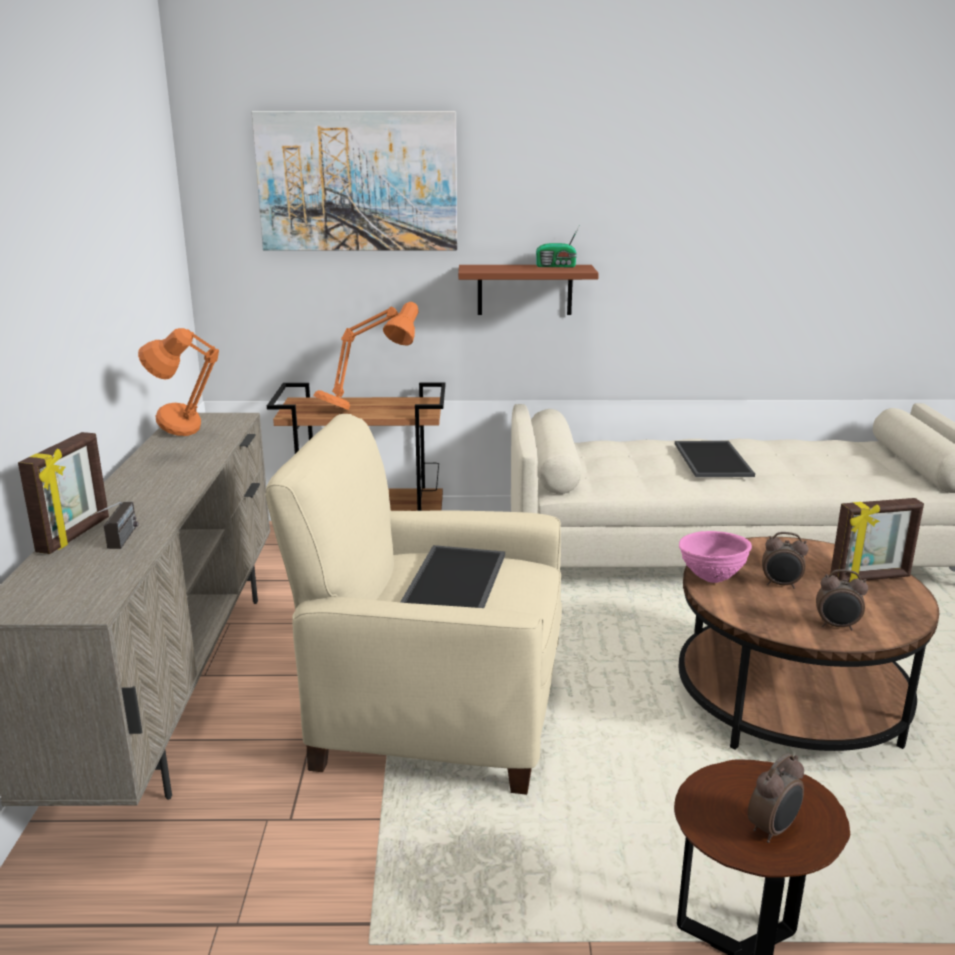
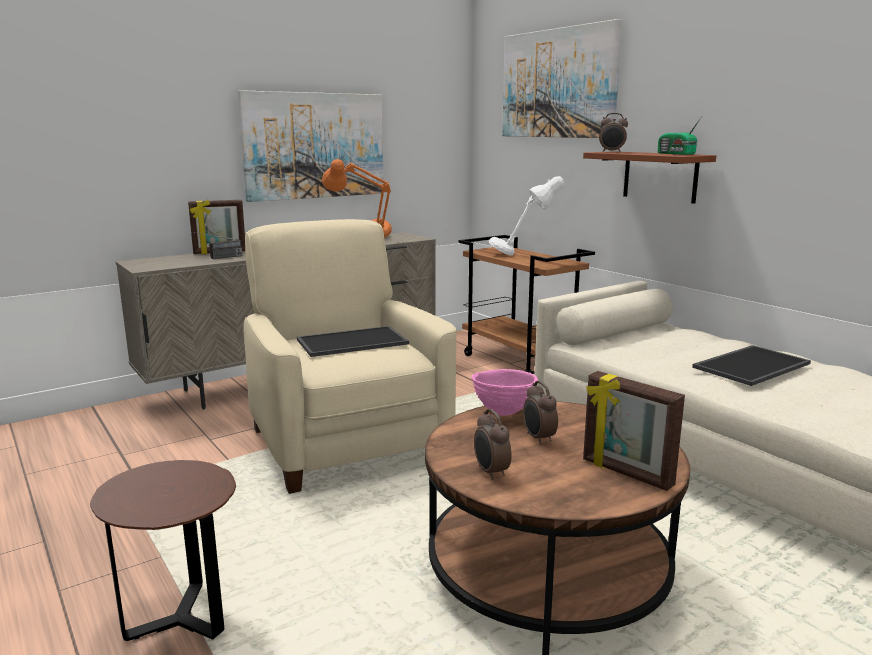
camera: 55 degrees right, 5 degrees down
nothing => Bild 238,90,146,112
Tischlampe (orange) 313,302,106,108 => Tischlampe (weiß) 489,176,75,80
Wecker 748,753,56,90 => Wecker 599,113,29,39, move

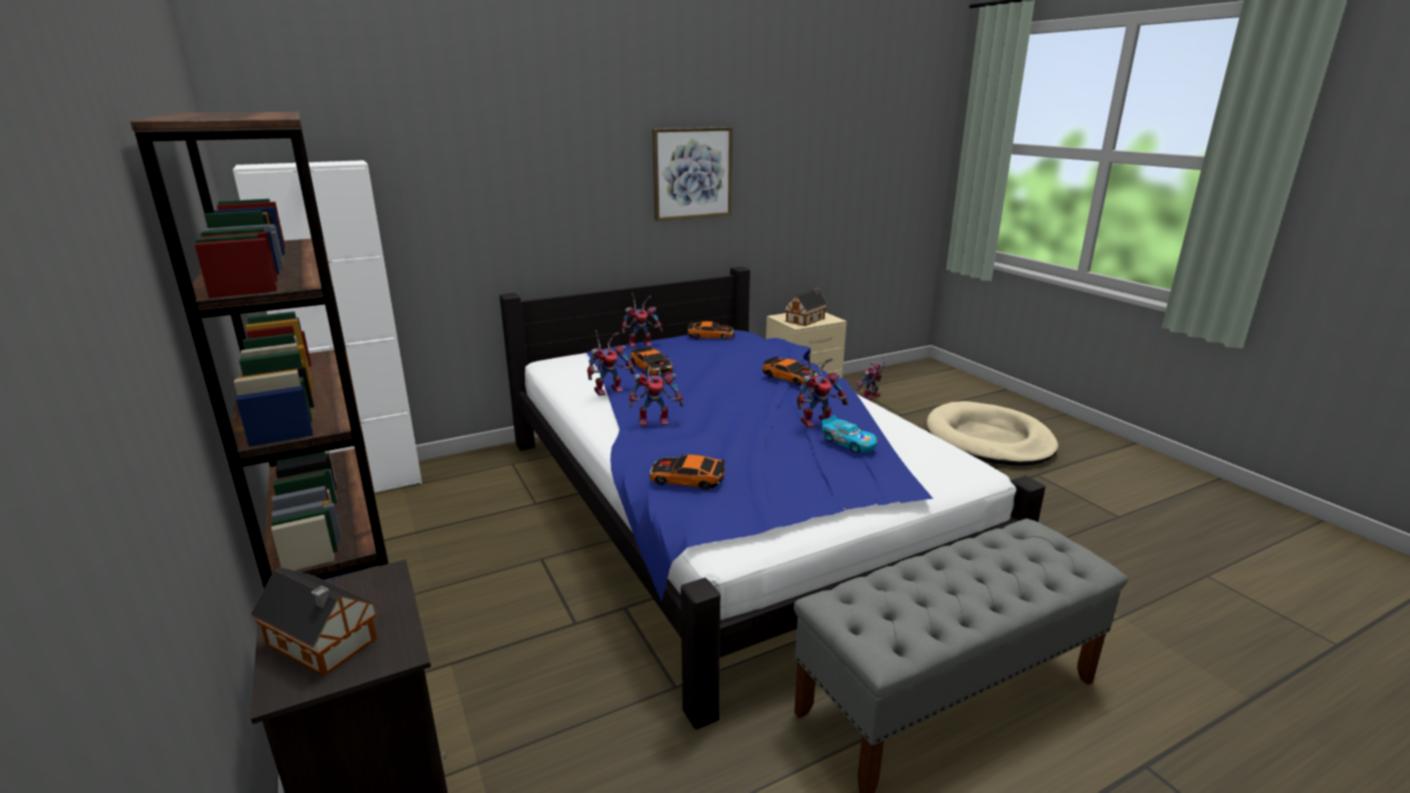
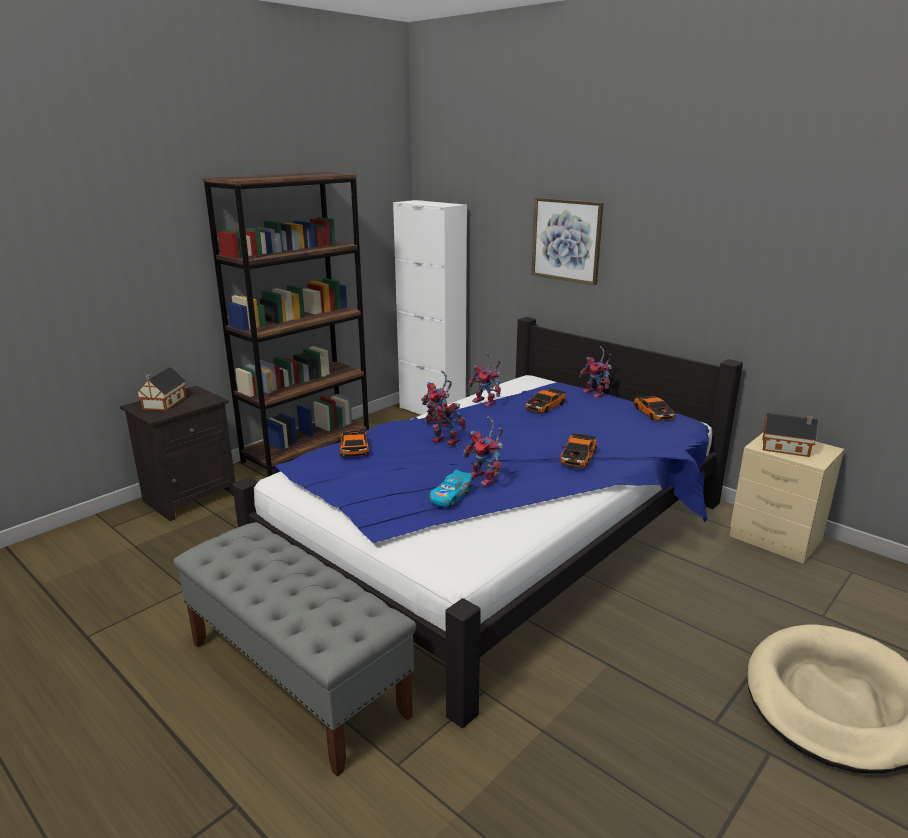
camera: 70 degrees right, 0 degrees up
Spielzeugroboter 855,357,30,44 => Spielzeugroboter 426,392,40,54, move
Bild 652,127,81,94 => Bild 531,198,73,87, move

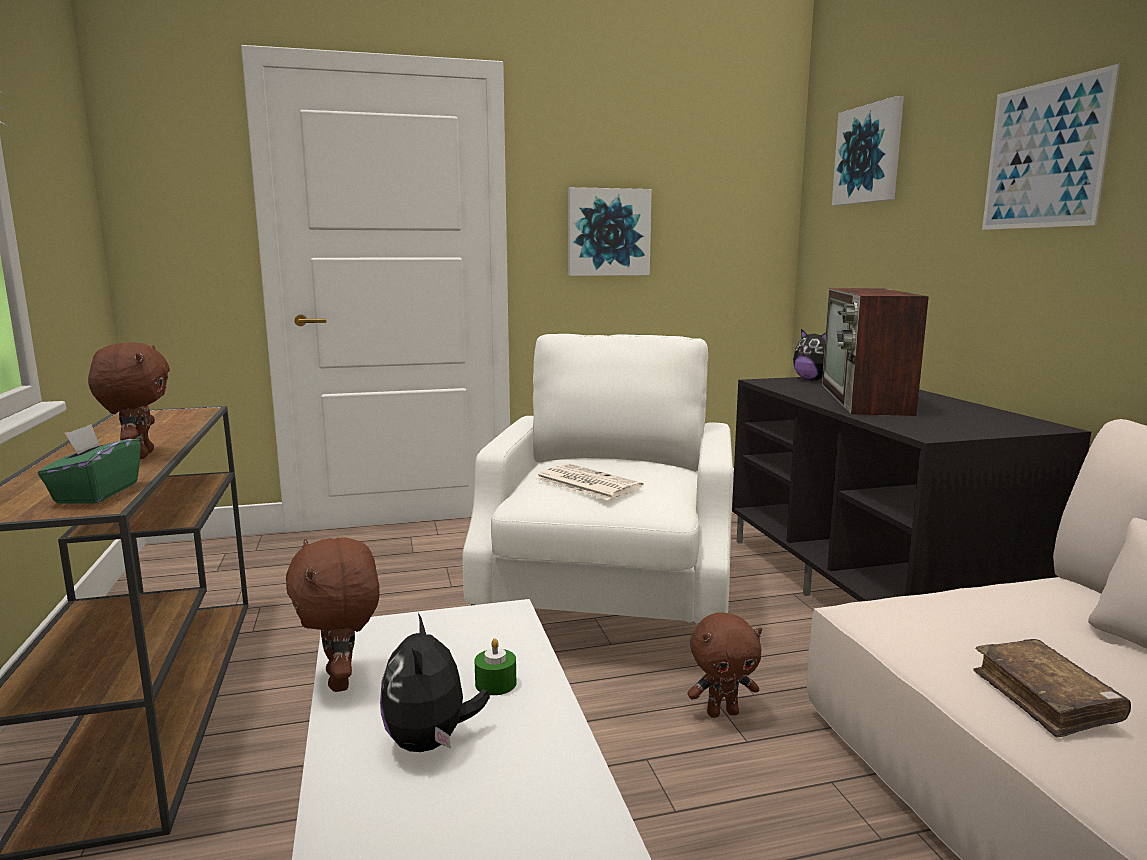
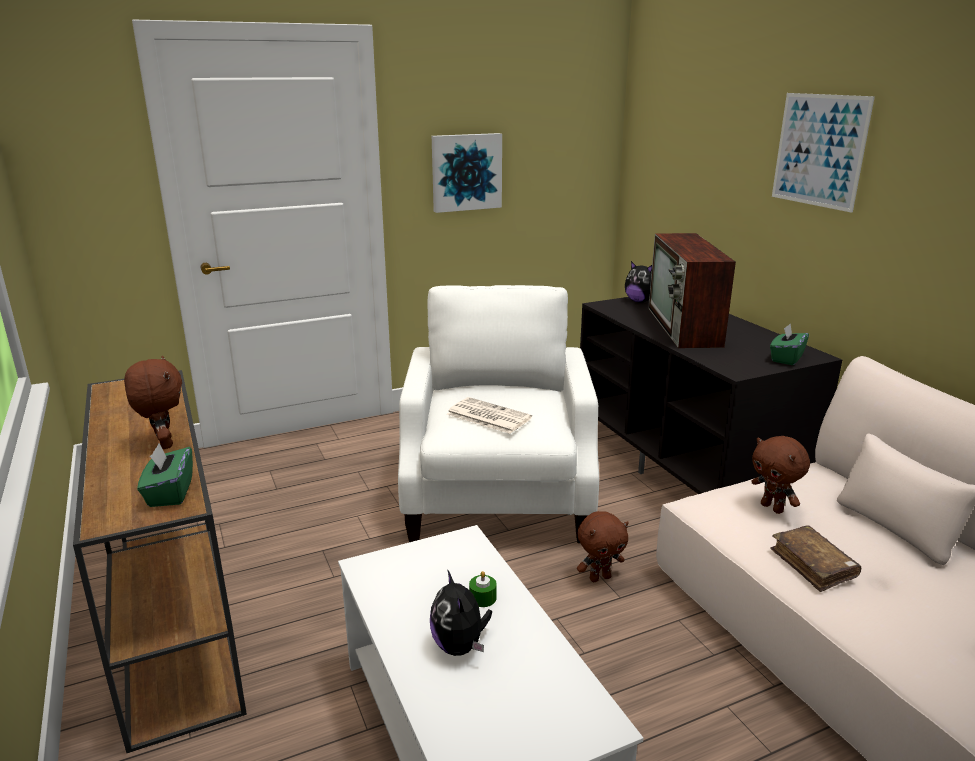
camera: 10 degrees left, 10 degrees up
Plüschtier (braun) 286,538,94,154 => Plüschtier (braun) 751,436,59,78, move
nothing => Taschentuchbox (grün) 770,324,39,41
Bild 832,96,72,110 => nothing

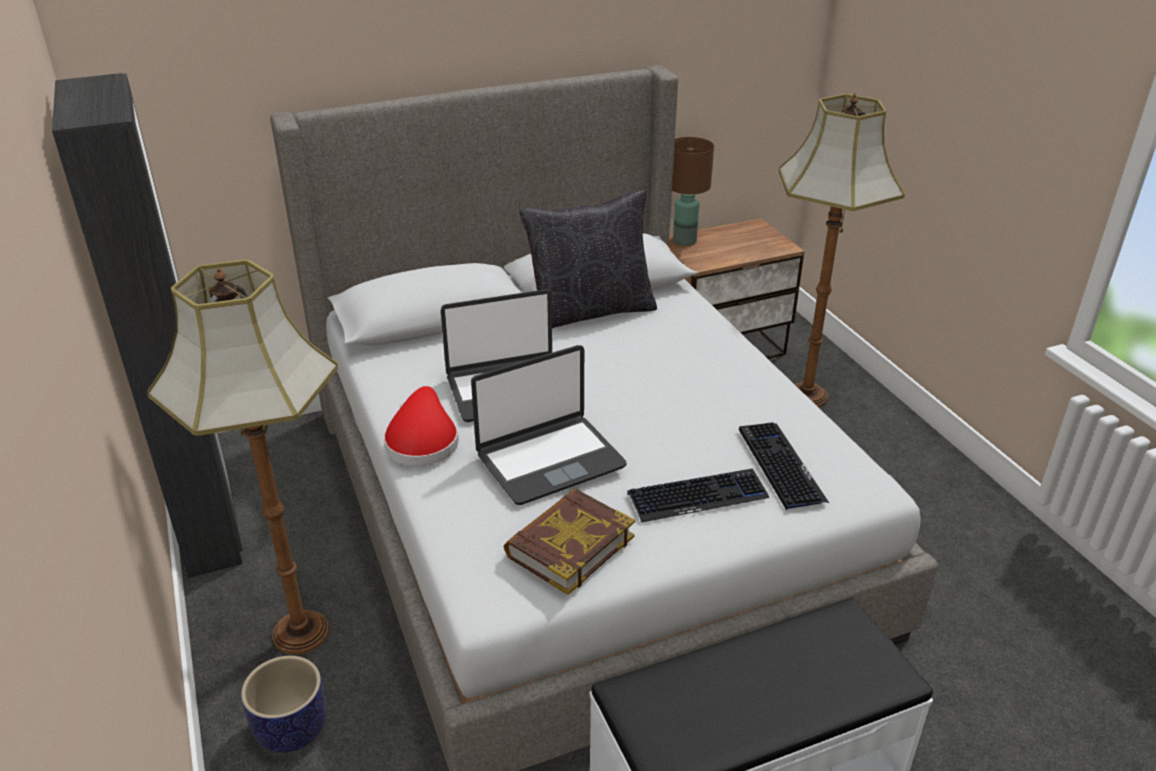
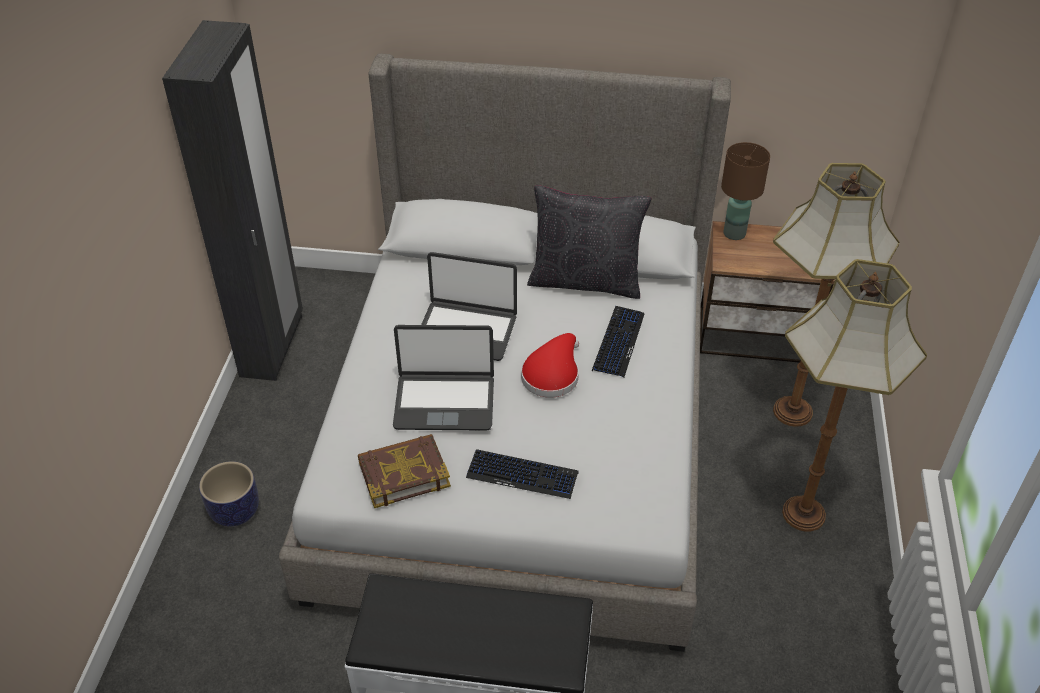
camera: 30 degrees right, 10 degrees up
Hut (rot) 383,386,75,80 => Hut (rot) 521,333,58,65, move
Tastatur 739,422,90,88 => Tastatur 592,306,53,71, move
Stehlampe 147,260,191,395 => Stehlampe 782,259,145,272, move

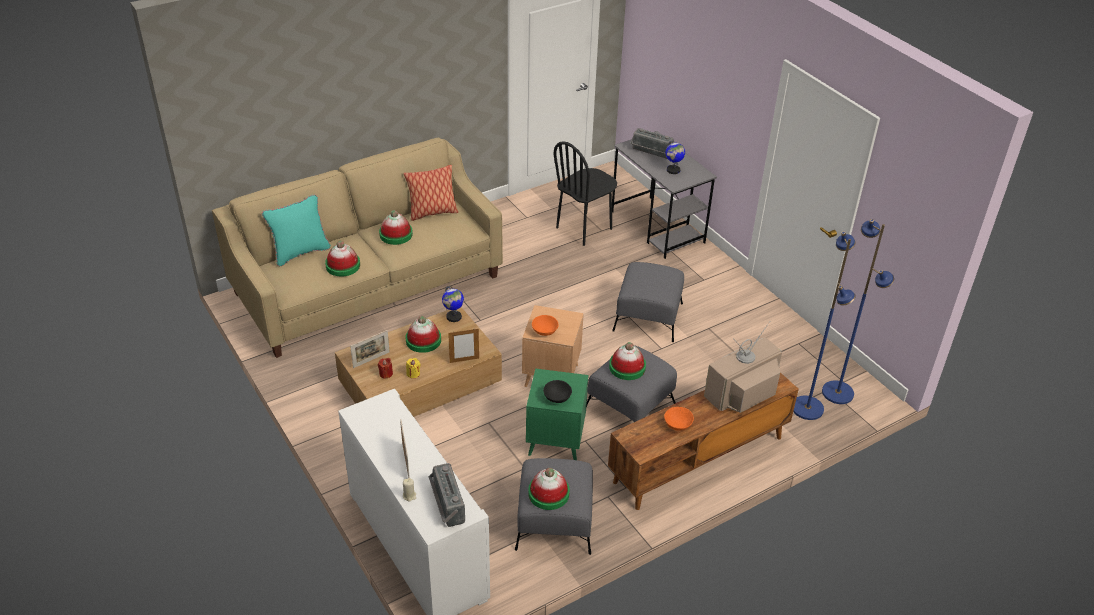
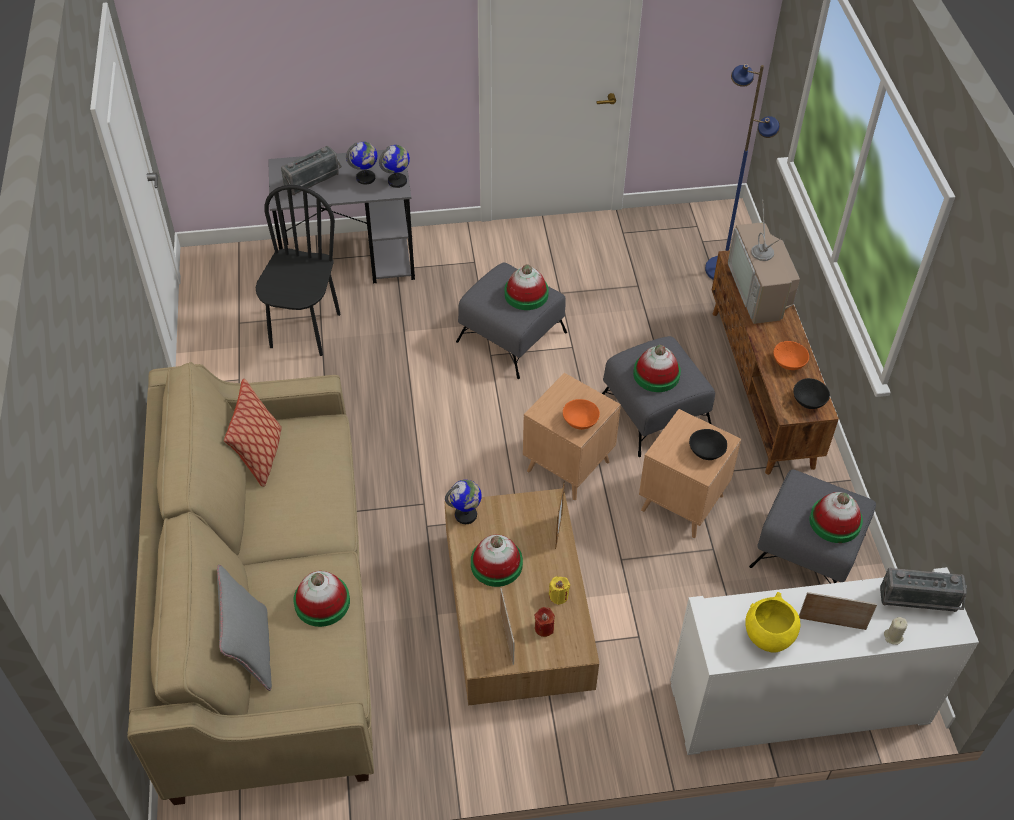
camera: 65 degrees left, 10 degrees up
Kissen (türkis) 262,195,69,71 => Kissen (grau) 217,565,55,126
Stuhl (schwarz) 554,141,63,105 => Stuhl (schwarz) 256,185,85,171, 150 degrees counterclockwise
nothing => Globus 379,145,31,43
Hut 379,210,34,35 => Hut 504,264,45,46, move
Beistelltisch (grün) 526,368,63,92 => Beistelltisch (braun) 639,409,102,129
nothing => Schüssel (gelb) 745,592,55,61
nothing => Schüssel (schwarz) 793,378,37,31
Stehlampe (blau) 822,219,72,185 => nothing

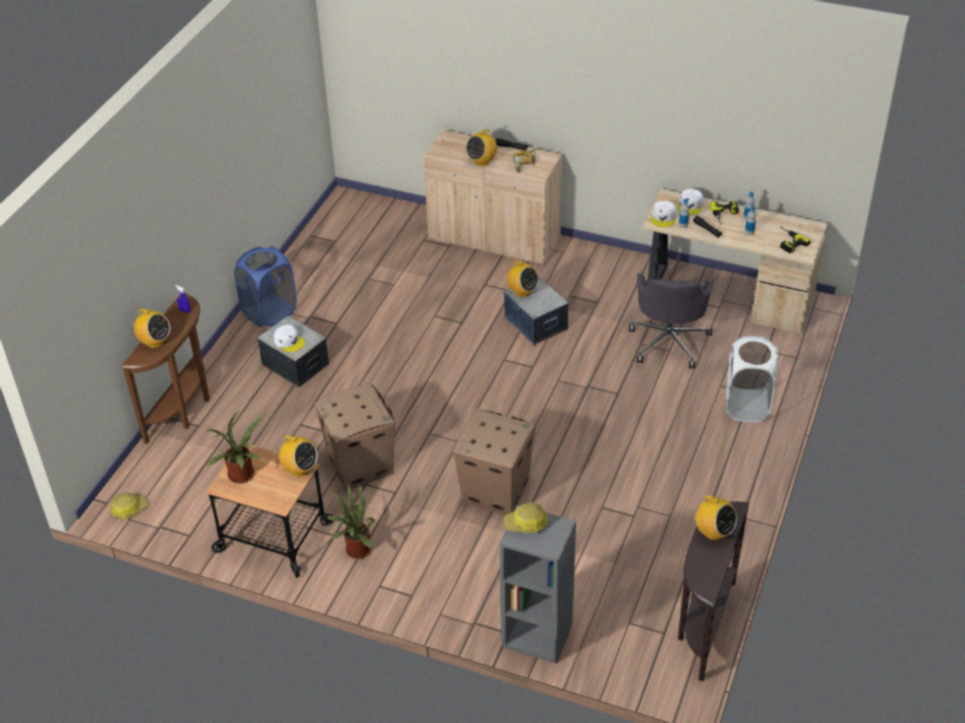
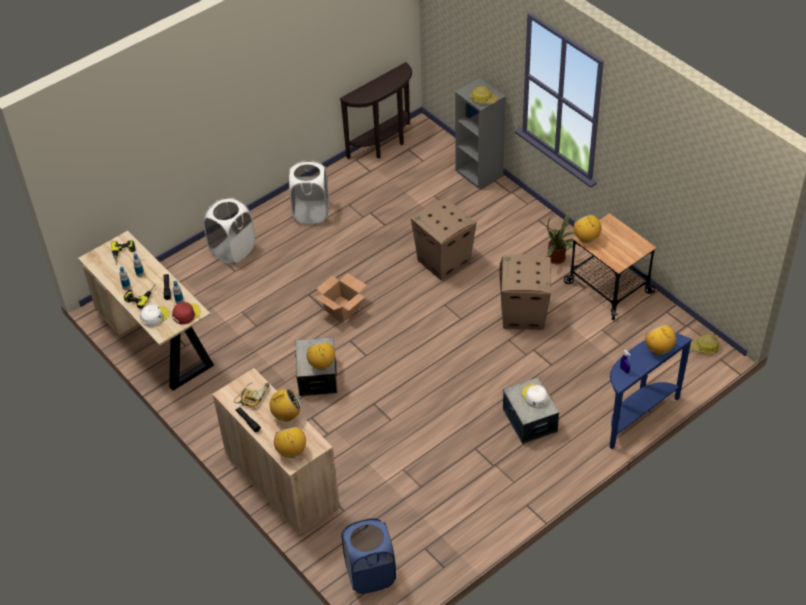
camera: 150 degrees left, 5 degrees up
Kappe (weiß) 651,201,26,26 => Kappe (rot) 172,302,29,23
Radio 694,496,43,44 => Radio 274,427,32,31, move
nothing => Wäschekorb (weiß) 289,160,40,64
nothing => Karton 314,273,53,49
Wäschekorb (blau) 234,247,63,80 => Wäschekorb (blau) 341,518,55,76, move
Konsolentisch (braun) 121,292,89,152 => Konsolentisch (blau) 610,333,82,116
Topfpflanze 206,409,59,75 => nothing
Bürostuhl (grau) 629,273,84,96 => nothing

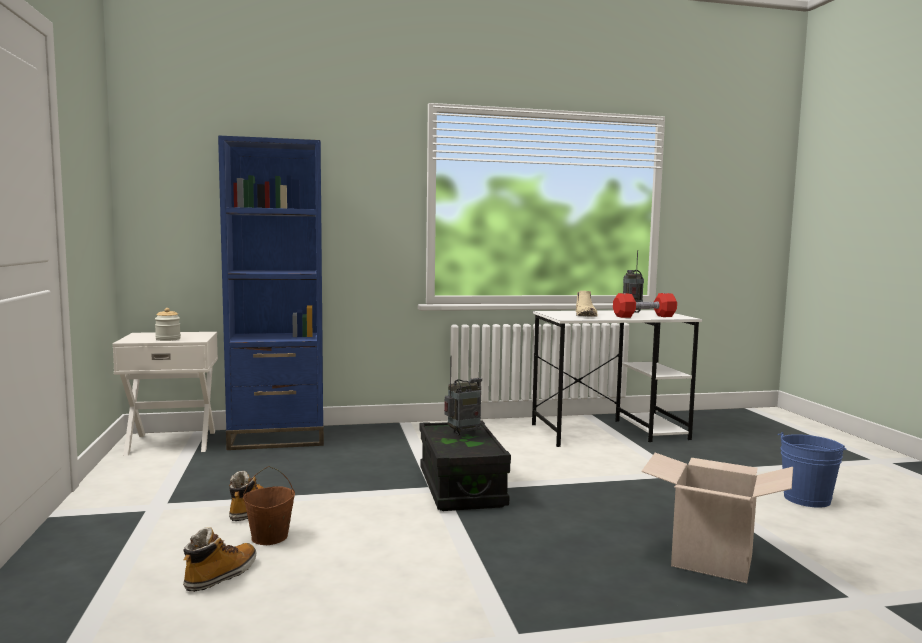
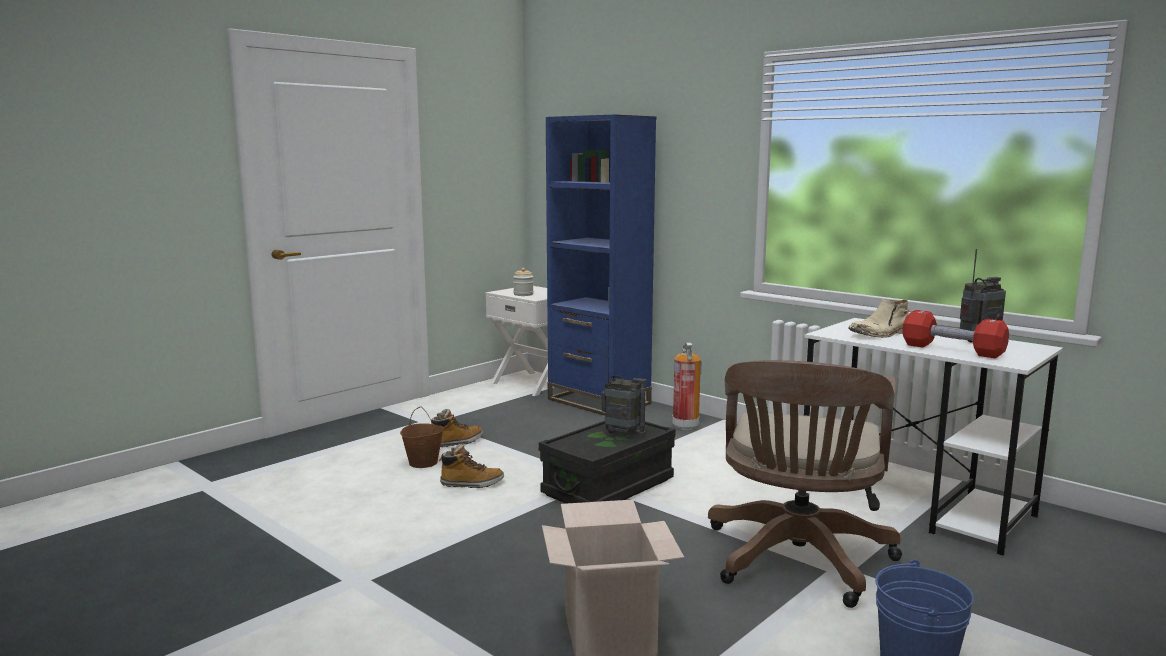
camera: 55 degrees right, 5 degrees up
Stiefel 183,528,73,64 => Stiefel 438,444,66,44, move
nothing => Feuerlöscher 672,343,30,87
nothing => Bürostuhl (braun) 708,360,194,248

